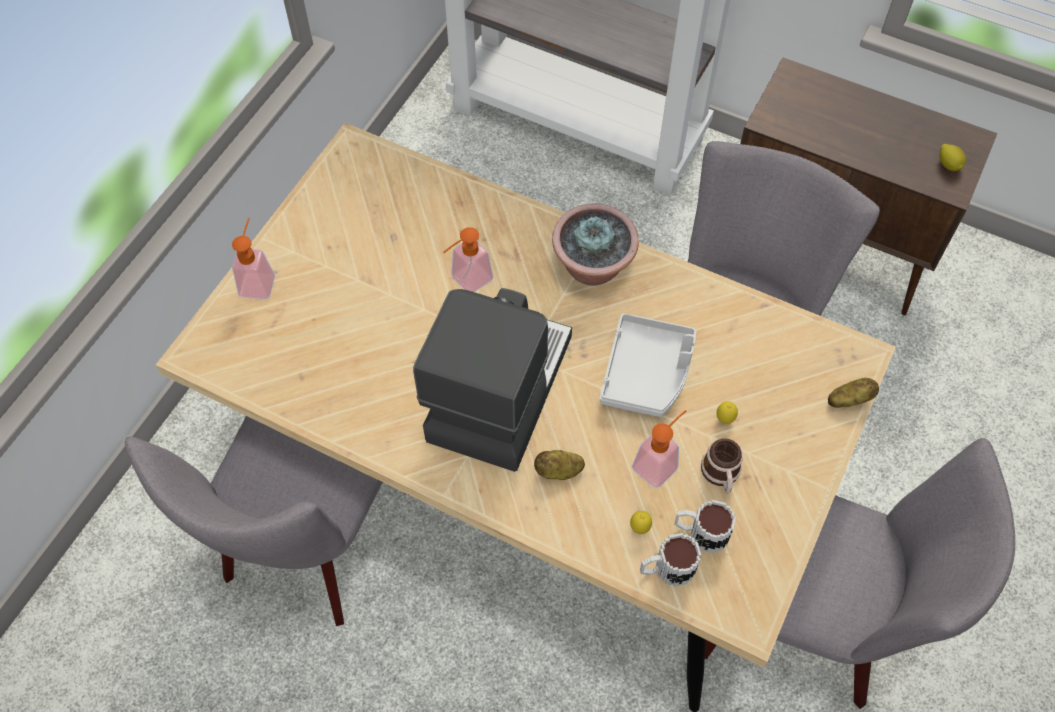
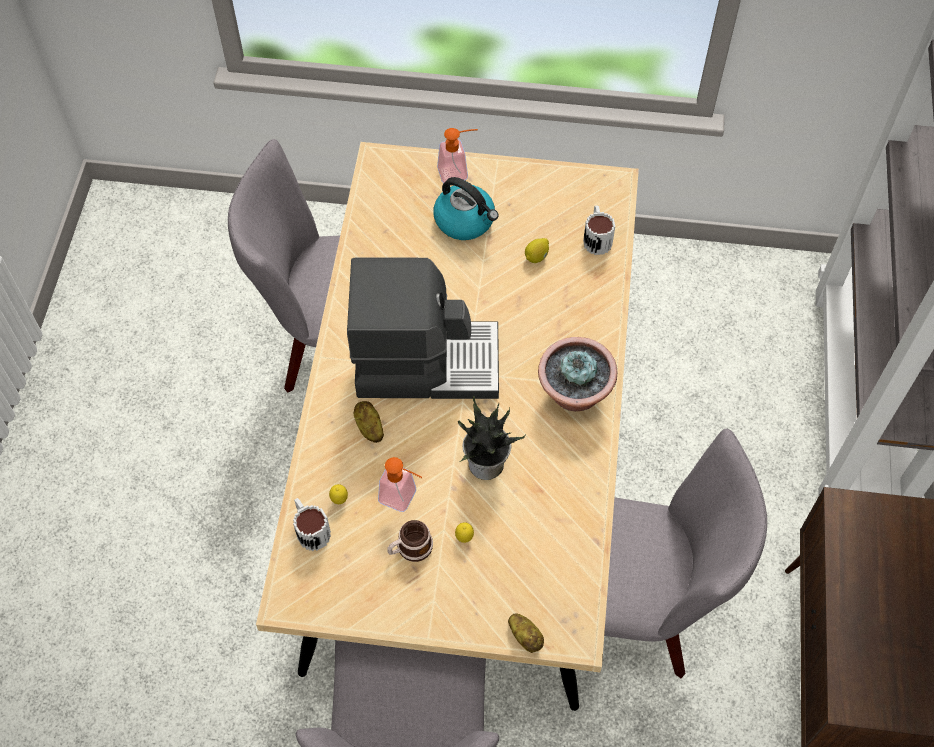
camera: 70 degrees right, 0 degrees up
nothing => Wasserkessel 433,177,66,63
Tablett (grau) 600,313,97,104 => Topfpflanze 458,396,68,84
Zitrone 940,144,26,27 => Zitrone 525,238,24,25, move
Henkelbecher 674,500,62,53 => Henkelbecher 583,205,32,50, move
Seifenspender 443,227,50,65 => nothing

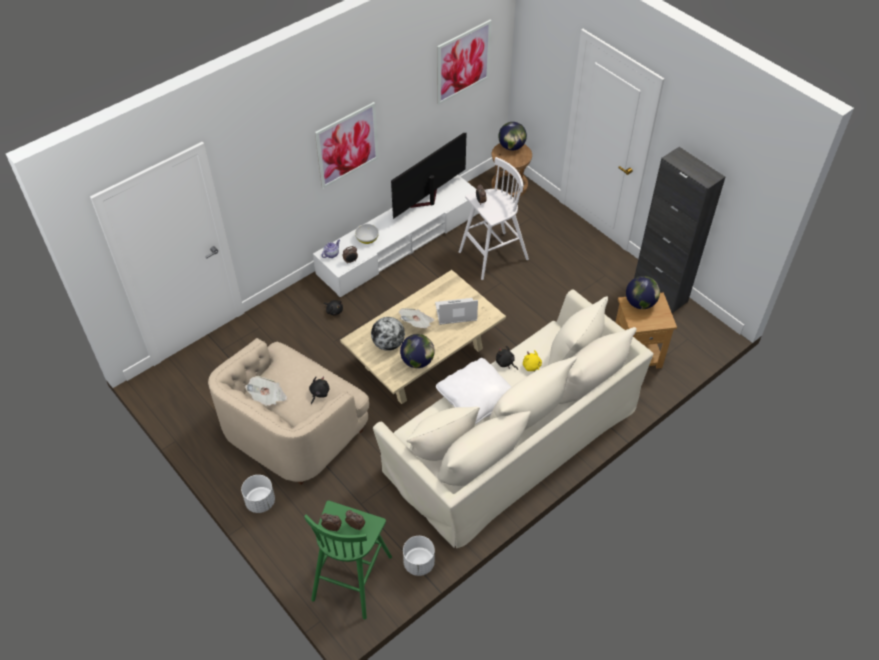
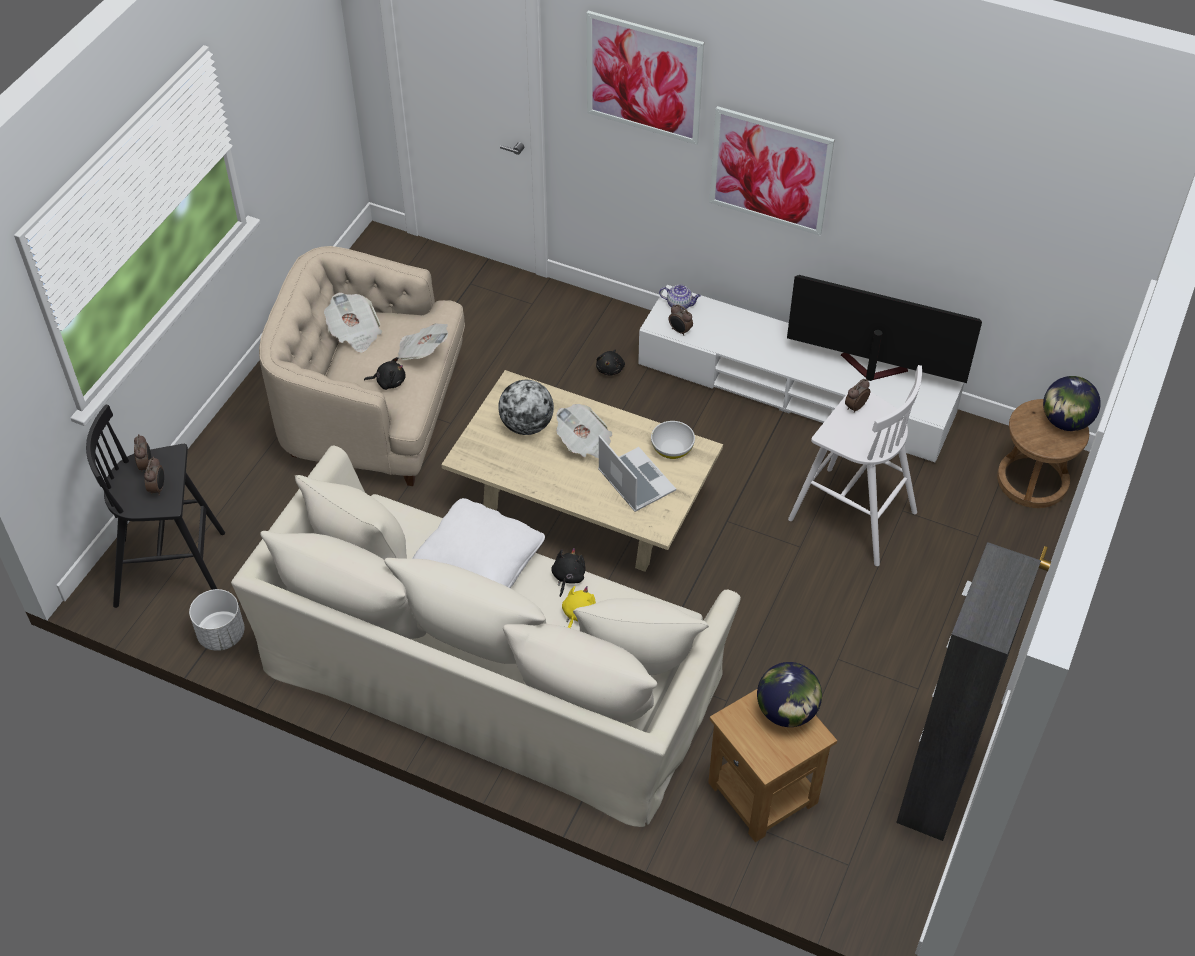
camera: 65 degrees right, 0 degrees up
Hocker (grün) 304,501,88,118 => Hocker (schwarz) 86,405,139,203
nothing => Zeitung 398,323,50,37
Bild 437,20,55,85 => Bild 587,11,117,134, move
Schüssel (weiß) 355,224,24,20 => Schüssel (weiß) 651,421,44,38, move
Pflanzkübel (weiß) 241,475,34,38 => nothing
Globus 400,334,35,34 => nothing

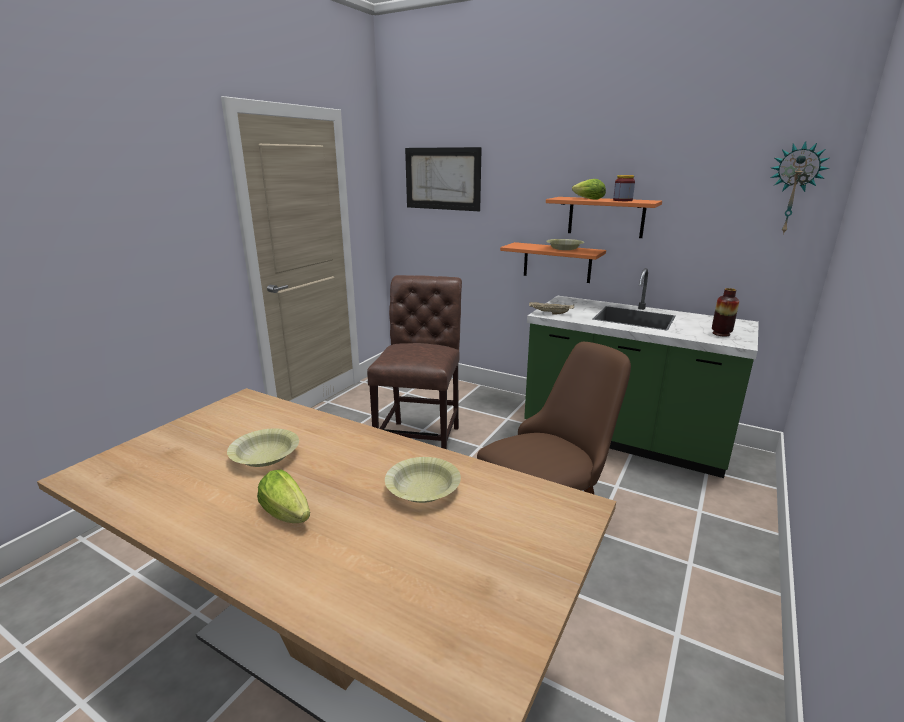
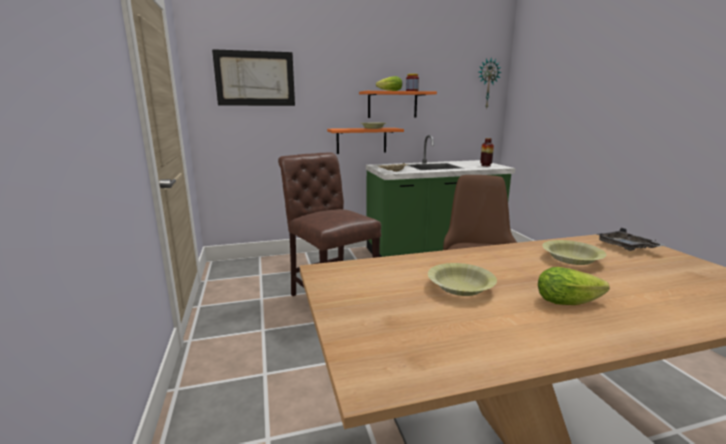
camera: 45 degrees left, 5 degrees down
nothing => Tablett (grau) 596,228,69,23

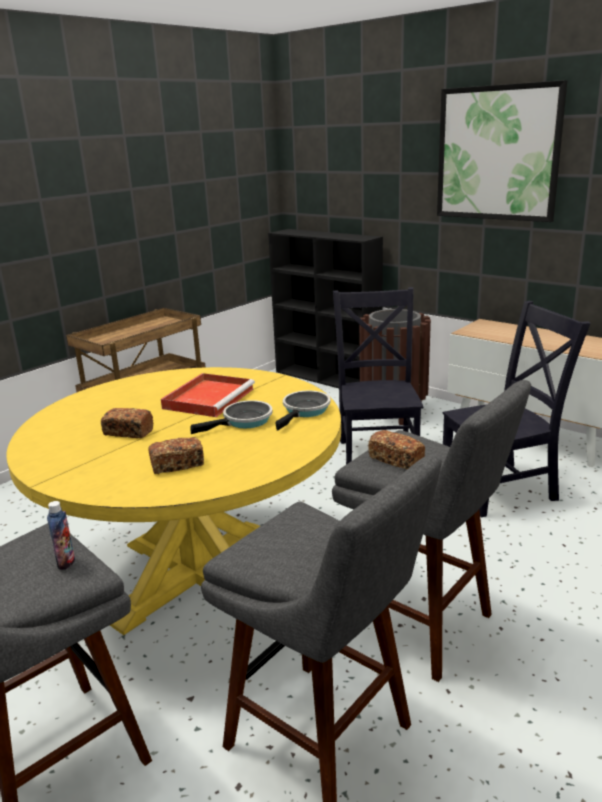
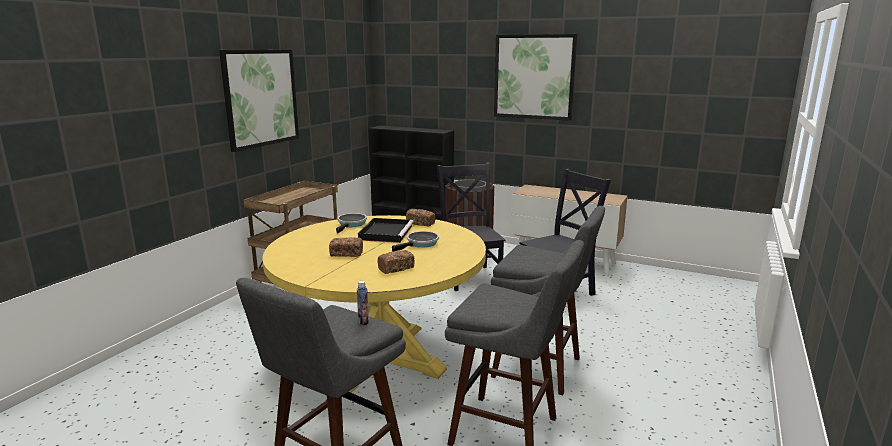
camera: 15 degrees left, 5 degrees down
nothing => Bild 219,50,80,102
Pfanne 275,391,56,40 => Pfanne 336,213,31,21, move
Tablett (rot) 161,373,94,44 => Tablett (schwarz) 358,218,56,25
Brot 368,430,57,39 => Brot 406,209,29,18, move

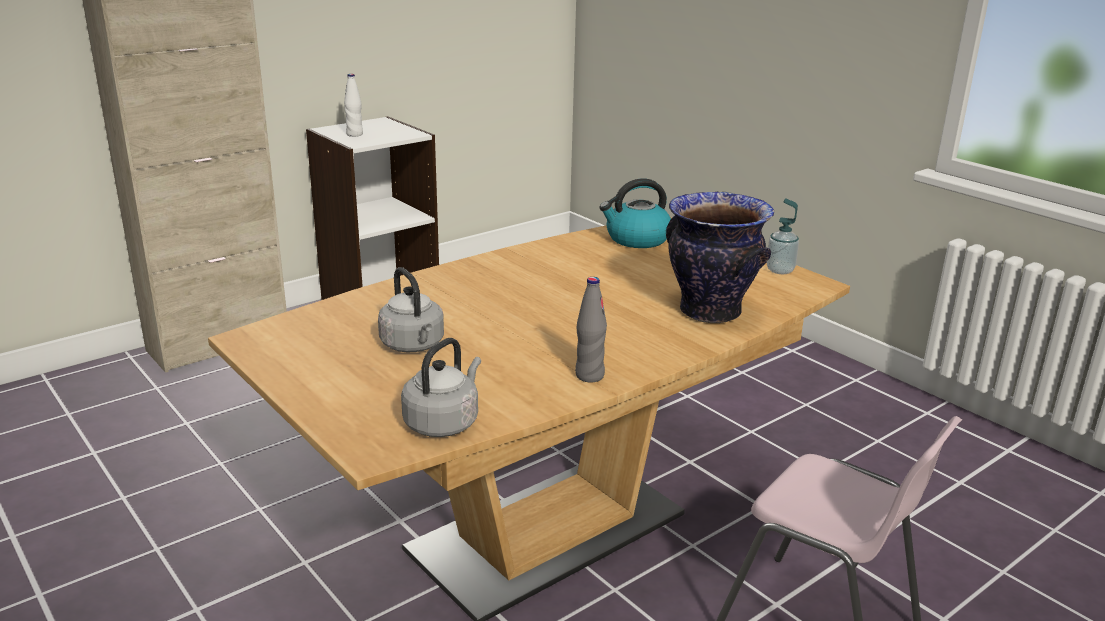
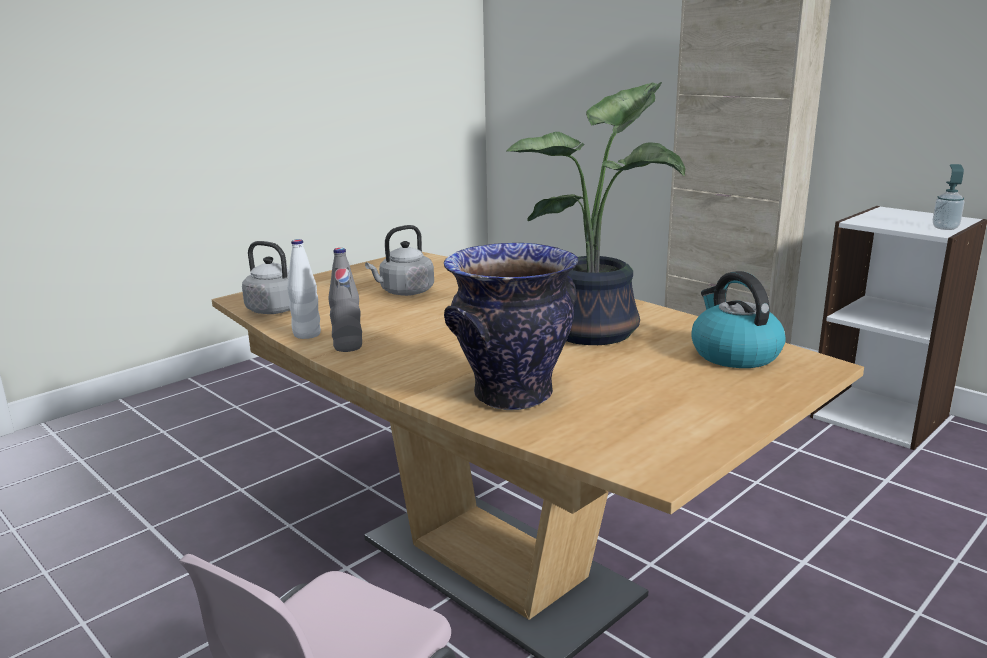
camera: 85 degrees right, 5 degrees down
Flasche (weiß) 344,74,19,63 => Flasche (weiß) 287,239,34,100, move
nothing => Topfpflanze 507,82,178,263
Seifenspender 767,198,32,76 => Seifenspender 933,164,31,66, move

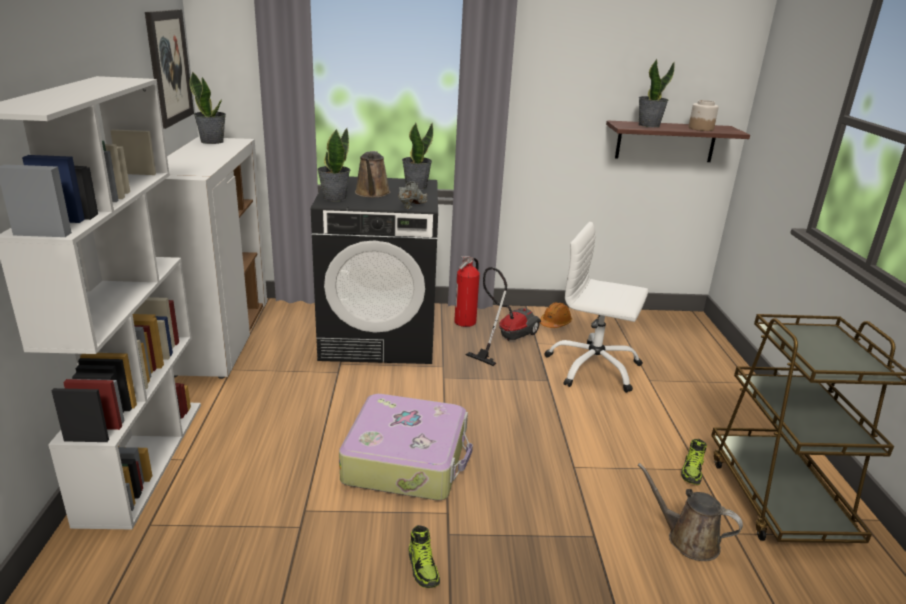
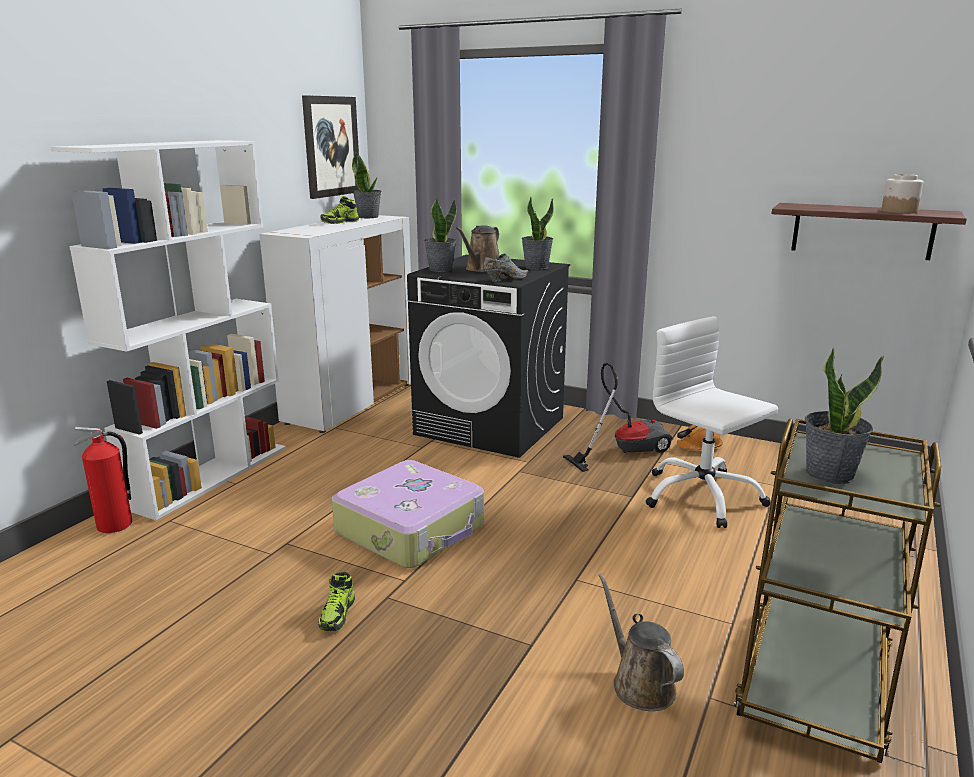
camera: 30 degrees right, 5 degrees down
Feuerlöscher 454,256,26,71 => Feuerlöscher 75,427,57,106, move
Schuh 681,439,26,46 => Schuh 320,196,39,28, move
Topfpflanze 639,59,36,68 => Topfpflanze 805,347,79,137, move

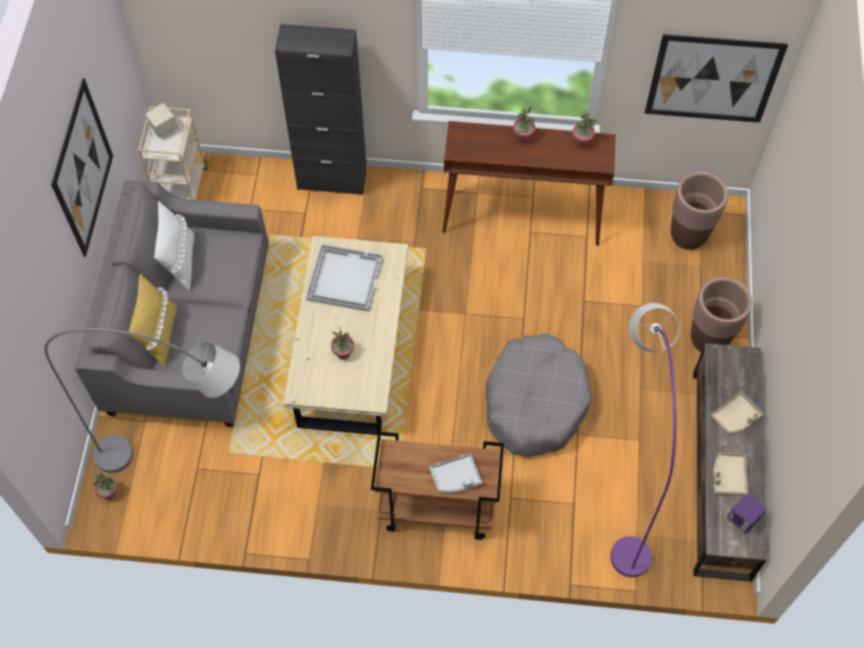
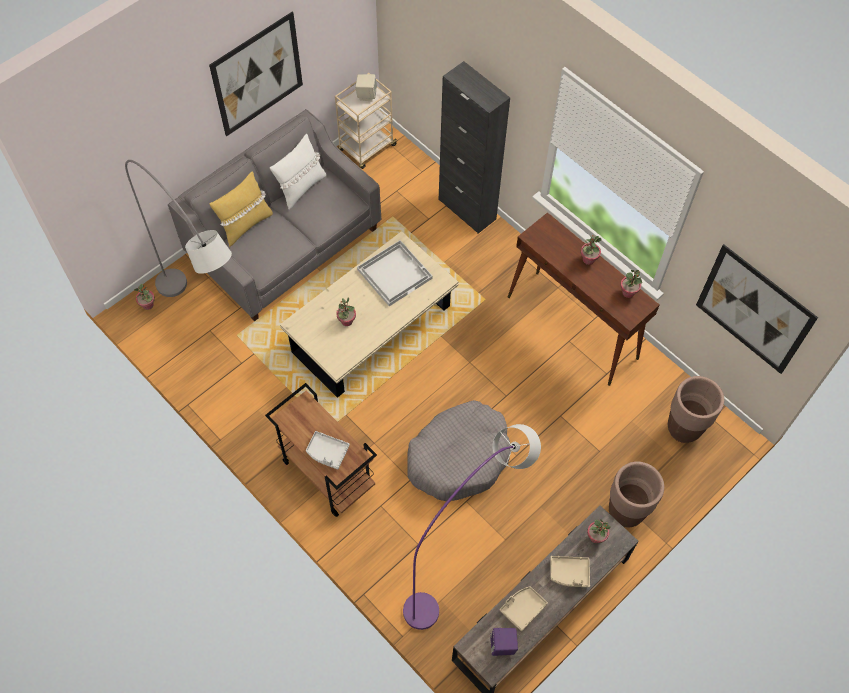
camera: 40 degrees right, 0 degrees up
nothing => Topfpflanze 587,519,24,24

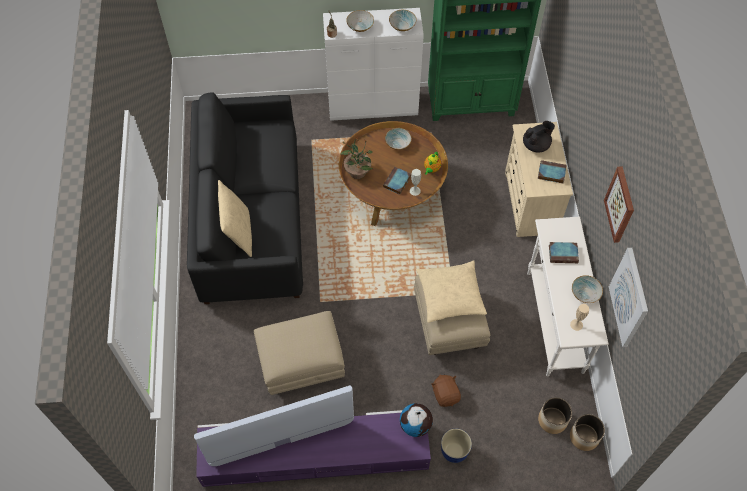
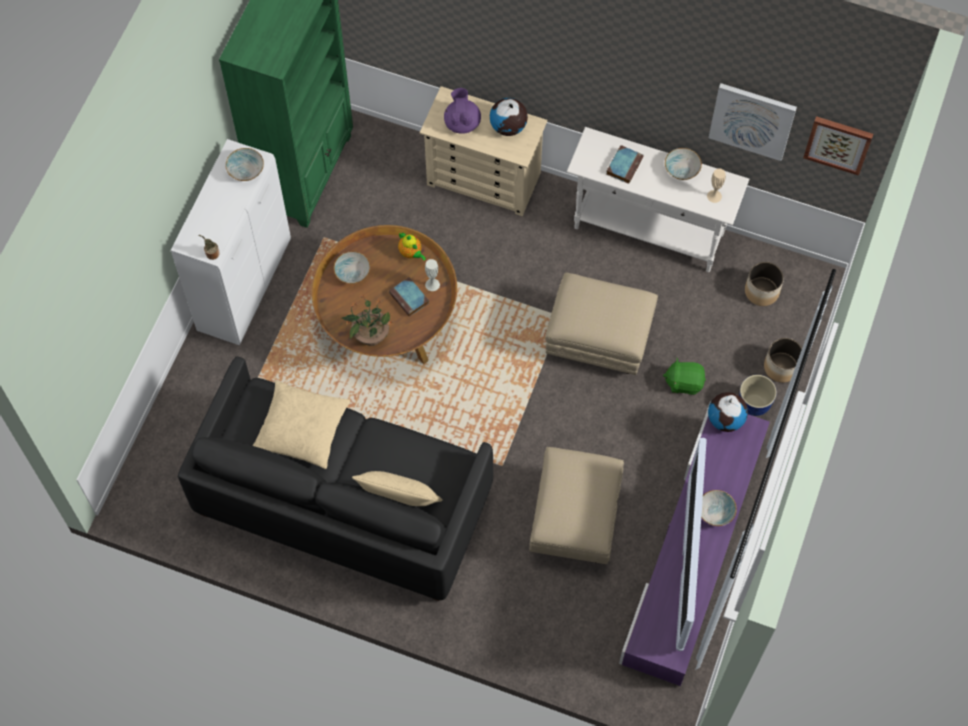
camera: 65 degrees left, 5 degrees up
Kissen (beige) 416,260,71,63 => Kissen (beige) 252,380,98,89, move
Teekanne (schwarz) 523,121,32,31 => Teekanne (lila) 444,88,37,46
Buch 538,160,29,23 => Globus 490,98,38,38
Plüschtier (braun) 432,375,29,32 => Plüschtier (grün) 663,358,43,37
Schüssel 346,10,28,22 => Schüssel 701,490,36,36, move
Pflanzkübel 570,414,35,37 => Pflanzkübel 764,338,38,45, move
Bild 604,166,30,77 => Bild 803,116,70,60, move

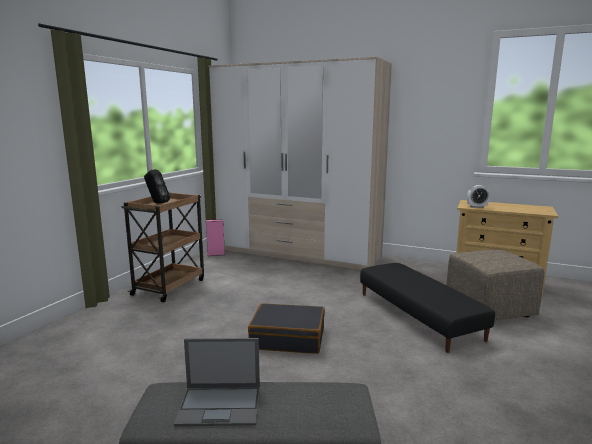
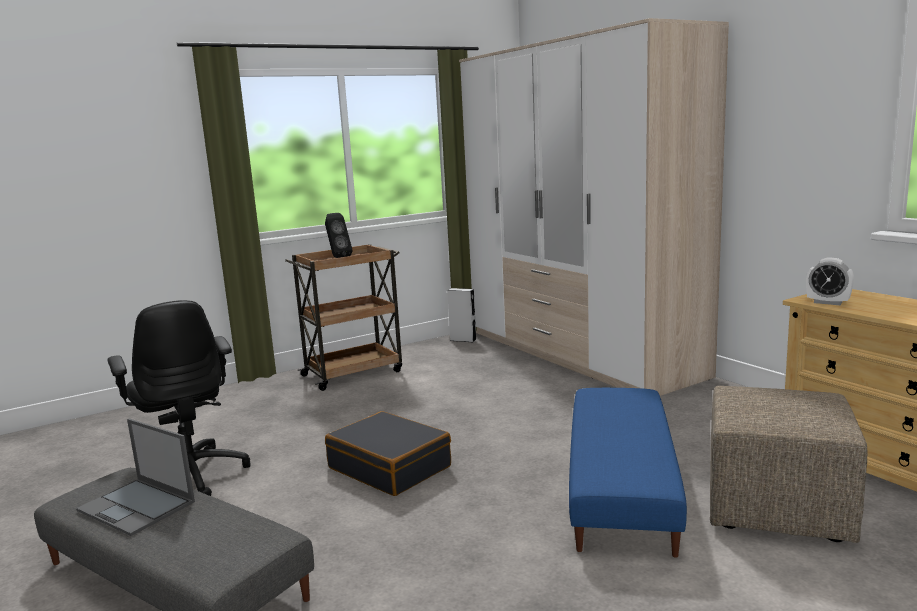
camera: 35 degrees right, 0 degrees up
nothing => Bürostuhl (schwarz) 108,300,142,196
Lautsprecher (rosa) 206,219,19,37 => Lautsprecher (grau) 447,288,30,54
Polsterhocker (schwarz) 360,263,135,90 => Polsterhocker (blau) 569,388,118,170

